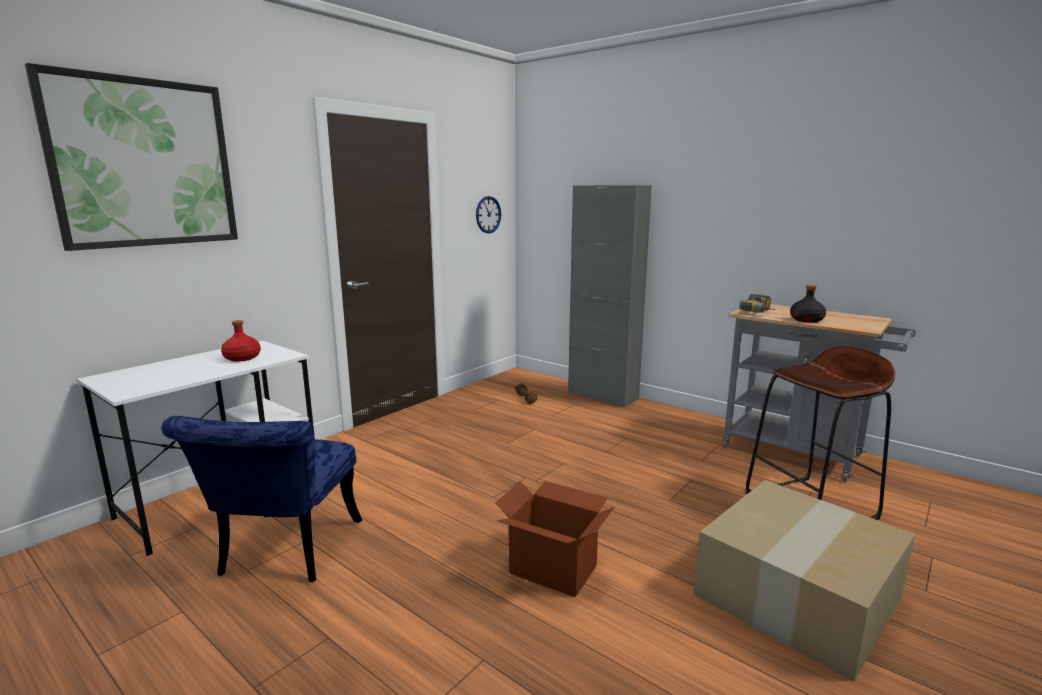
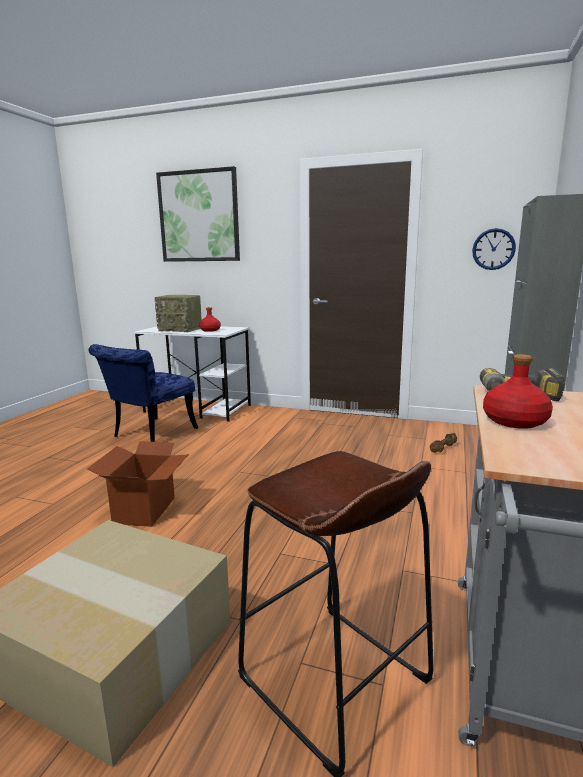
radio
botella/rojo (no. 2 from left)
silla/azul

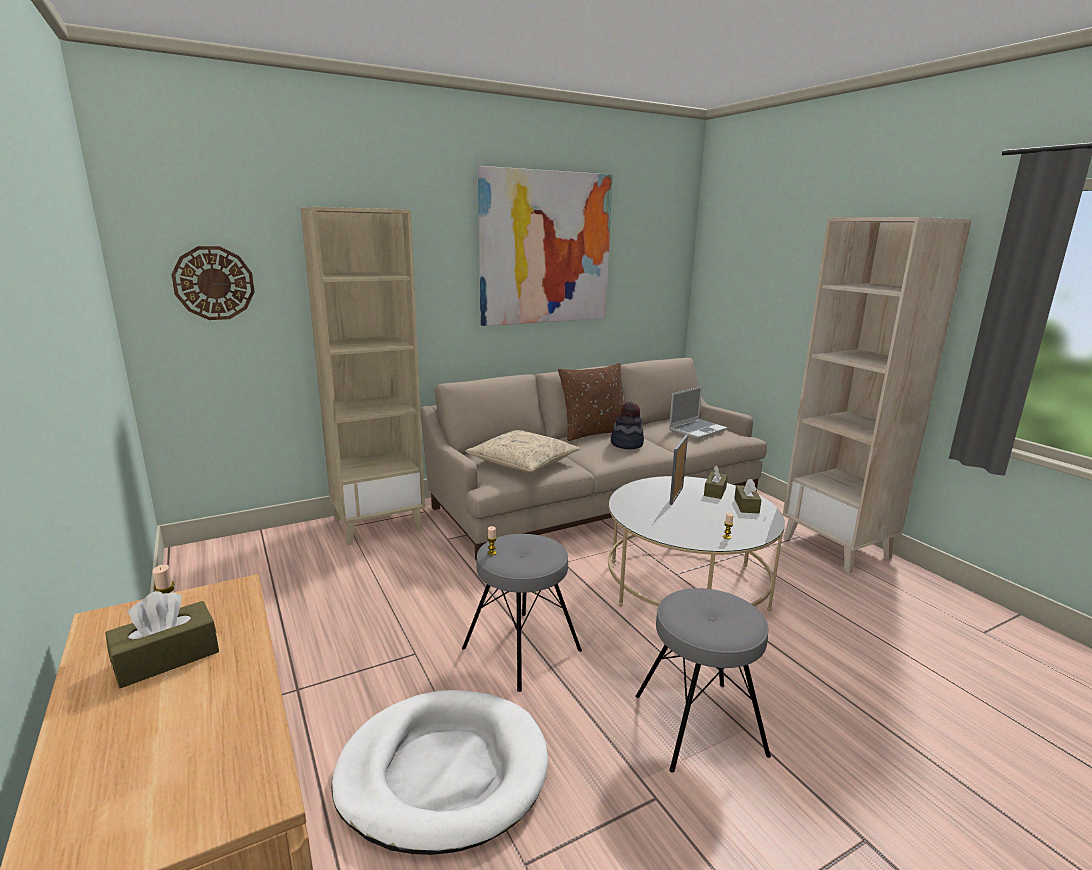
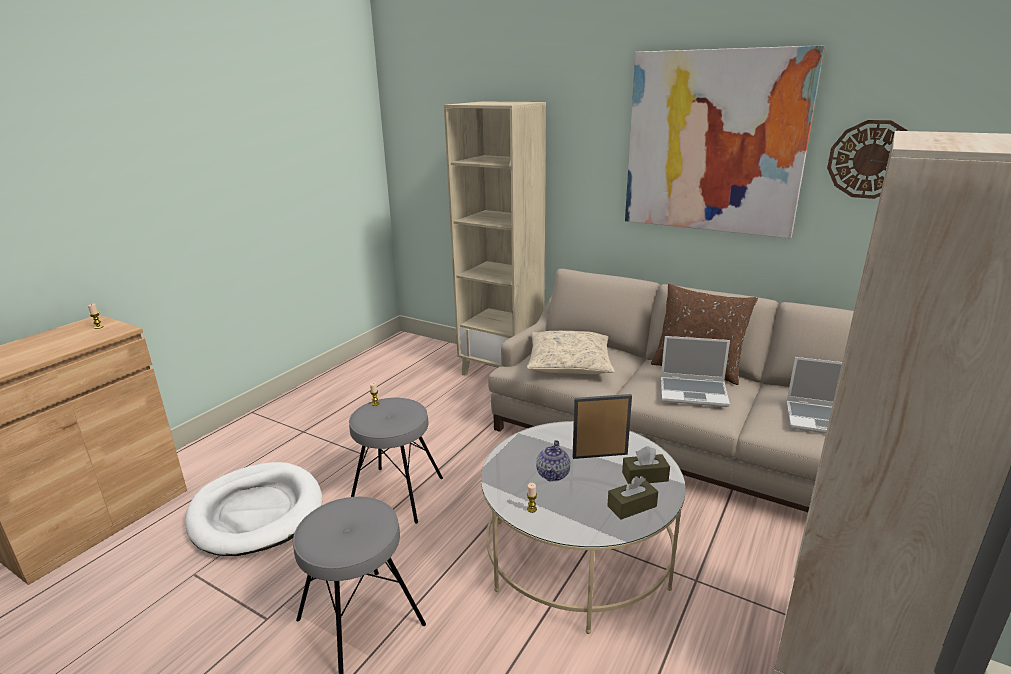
caja de pañuelos/marrón (no. 1 from left in the first image)
tetera
reloj de pared
portátil (no. 1 from left)

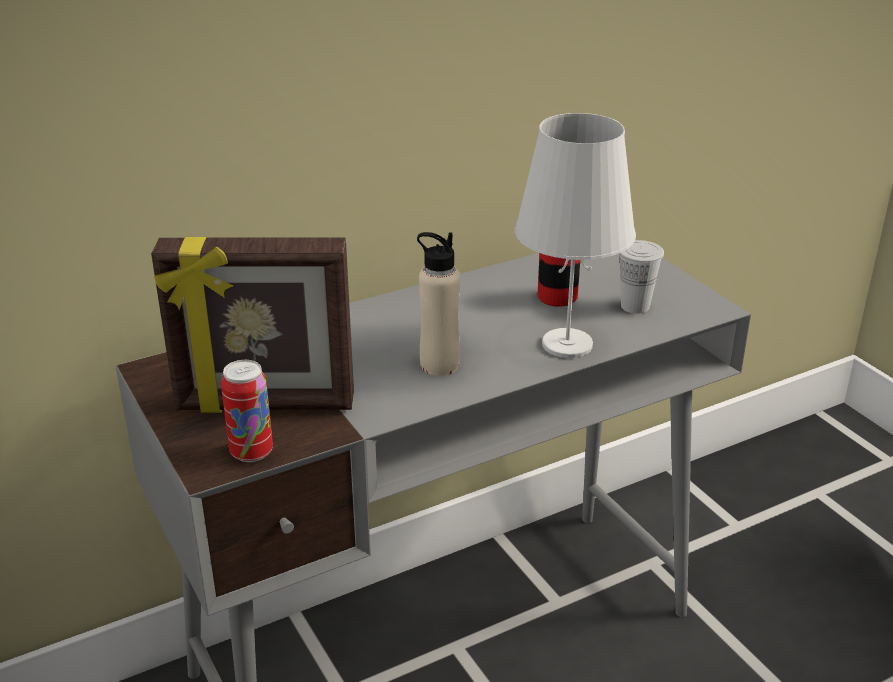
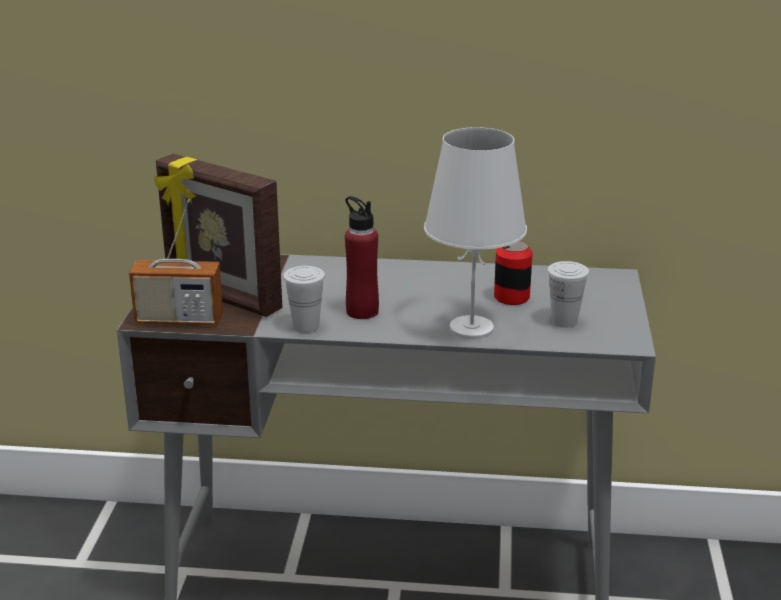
taza/blanco (no. 1 from left)
radio
botella/rojo

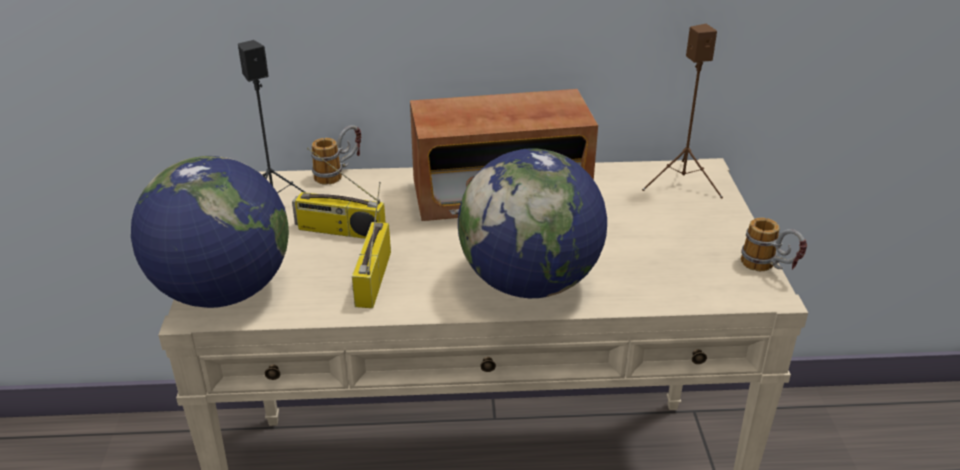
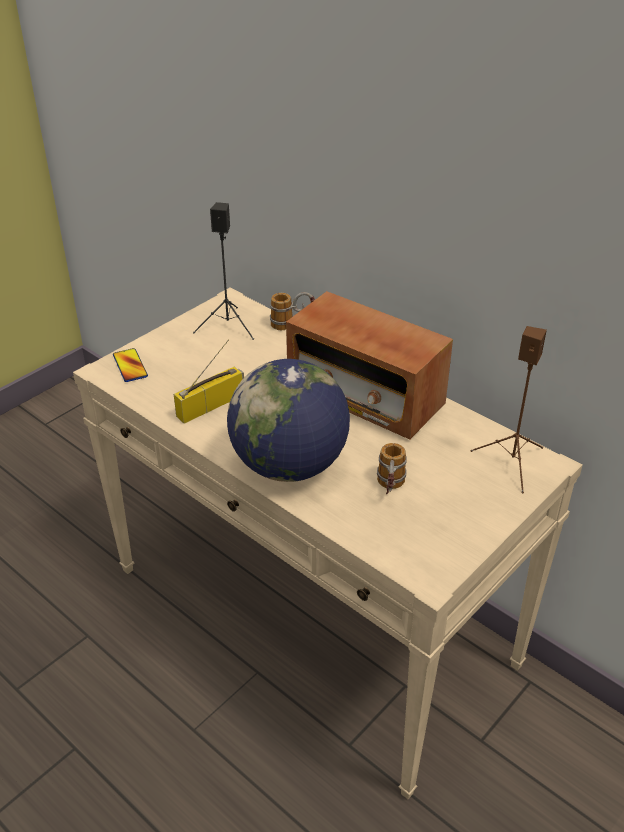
radio (no. 1 from left in the first image)
taza grande (no. 2 from left)
móvil

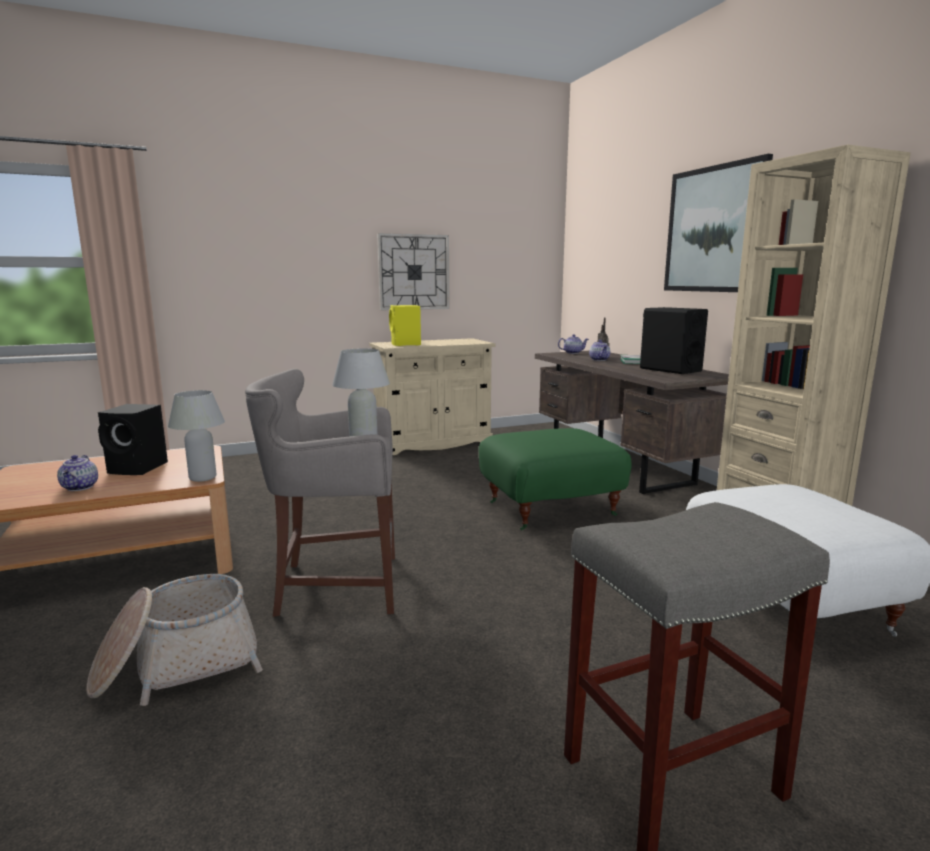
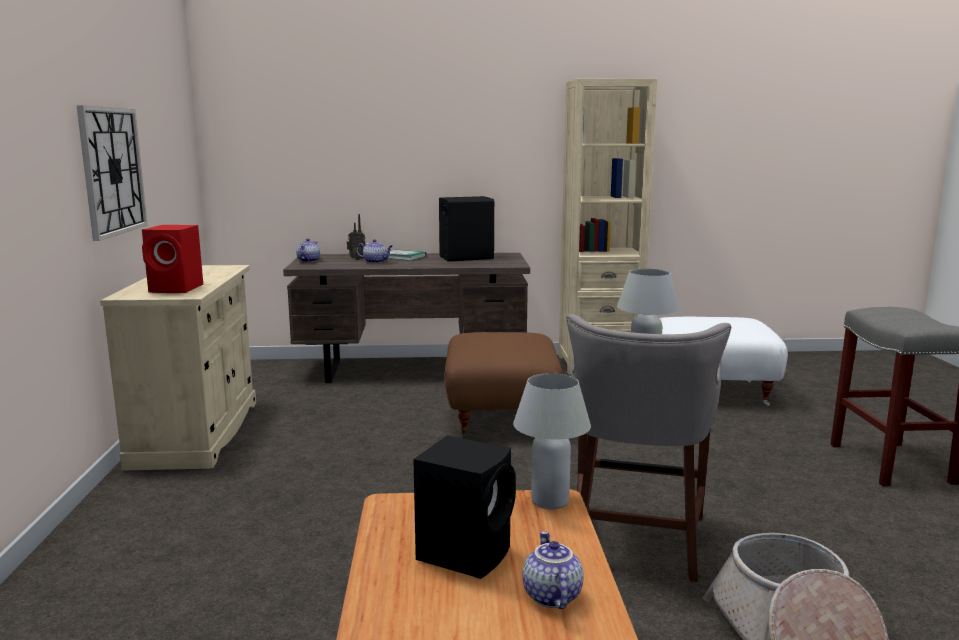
cuadro
altavoz/rojo
puf/marrón
tetera (no. 3 from left)

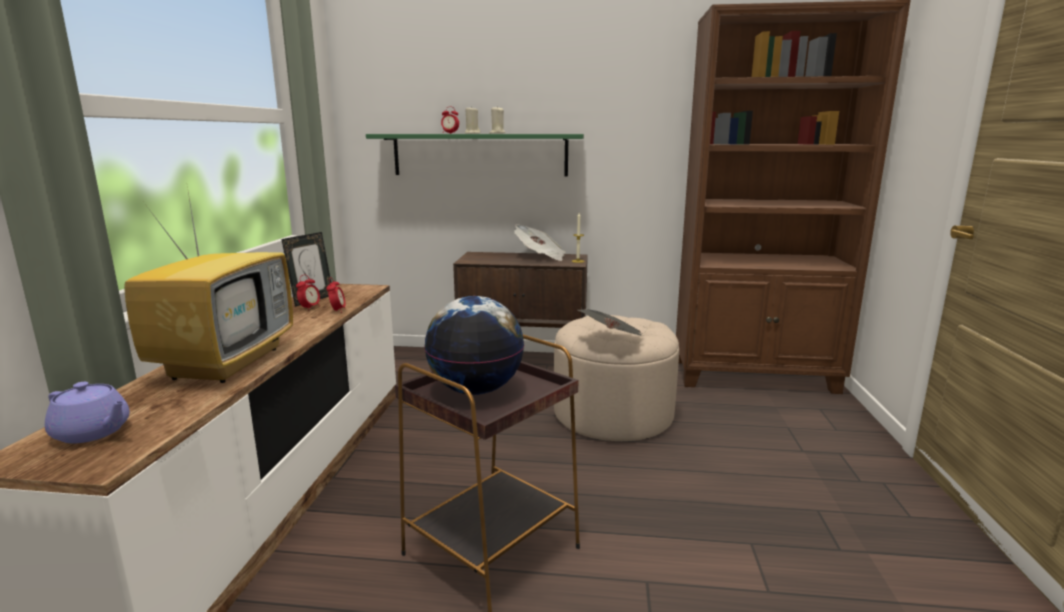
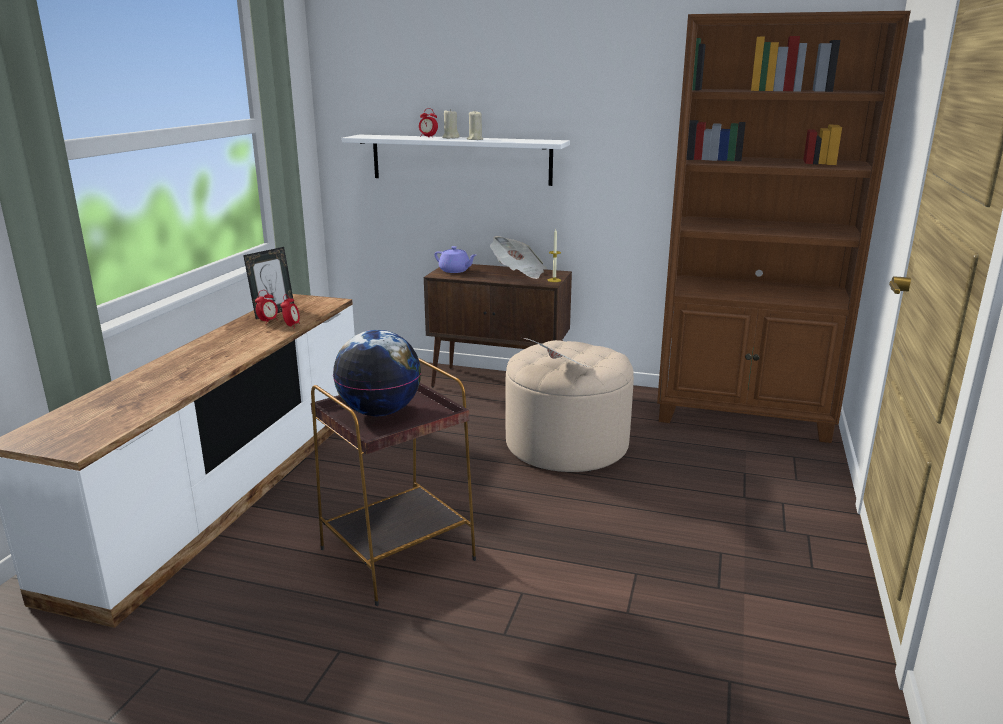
televisor
tetera/morado
estante/blanco

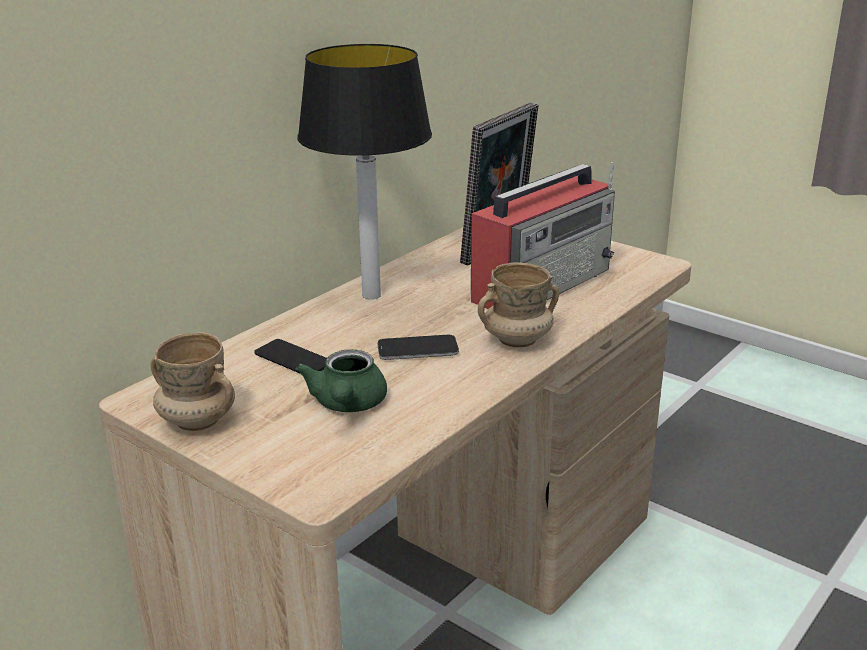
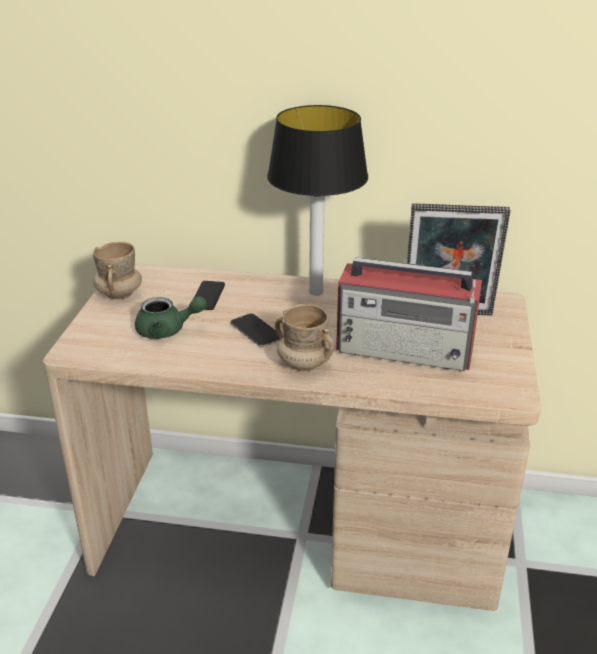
tetera/verde

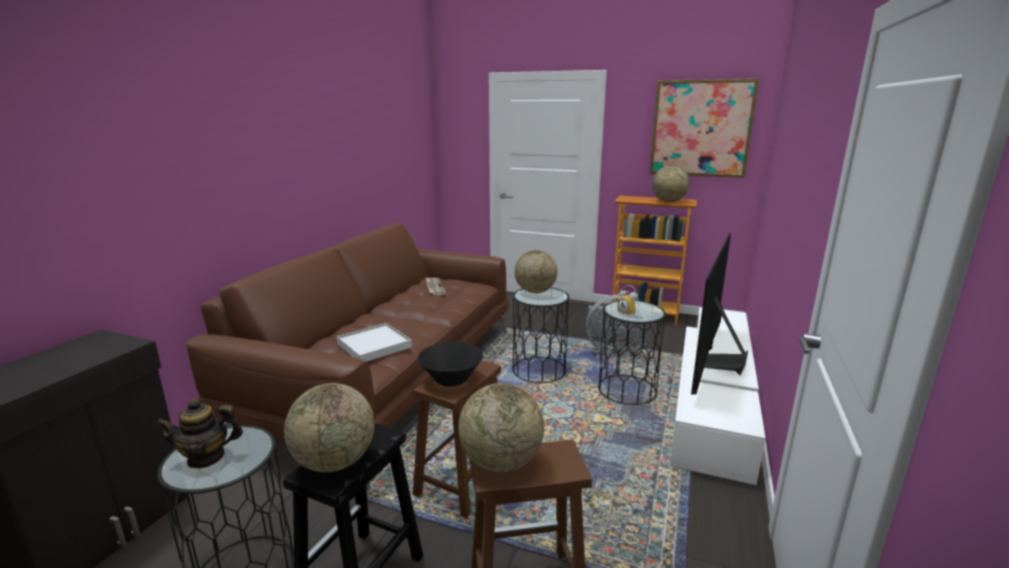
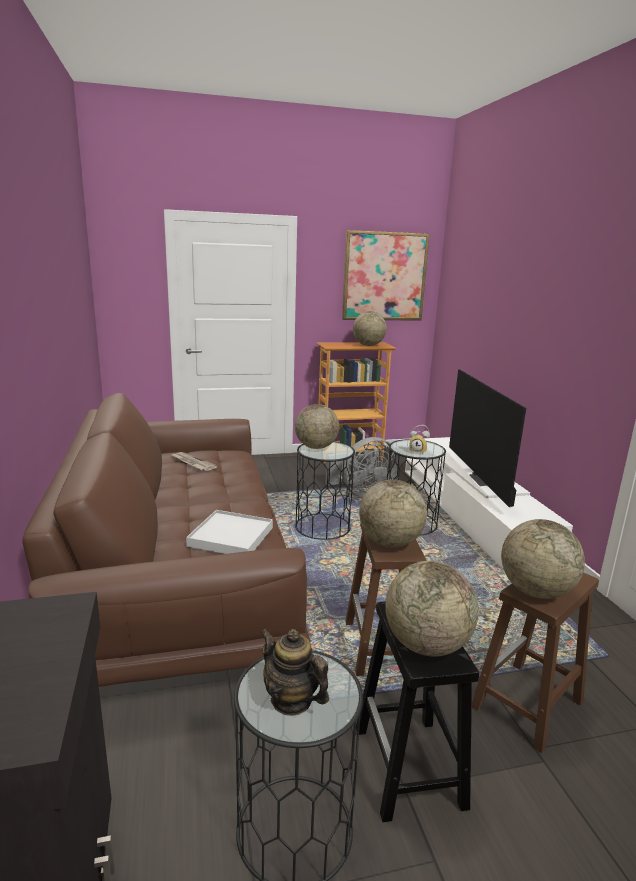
globo terráqueo (no. 3 from left)
tetera

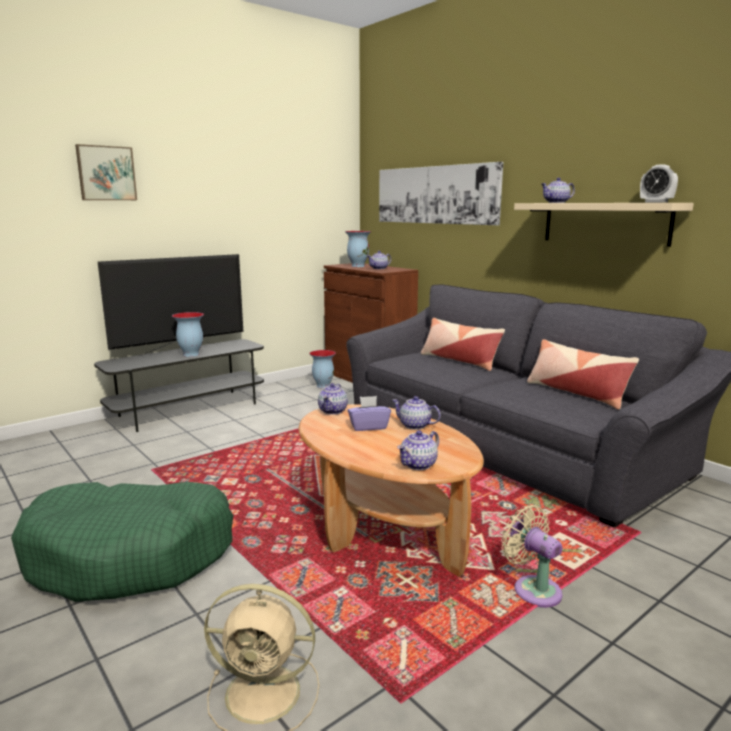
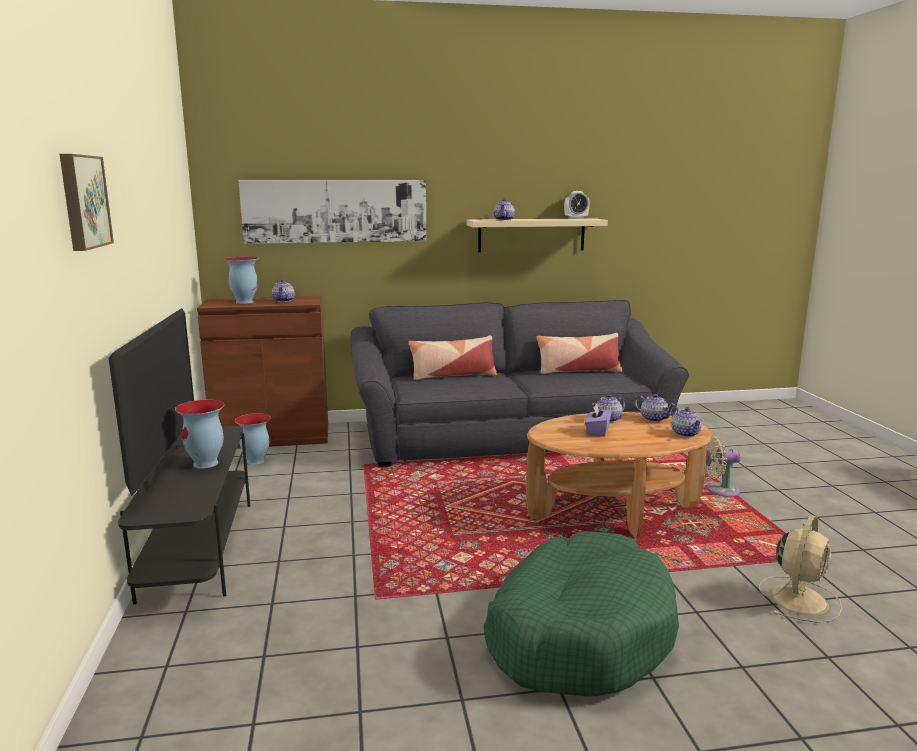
tetera (no. 4 from left)

